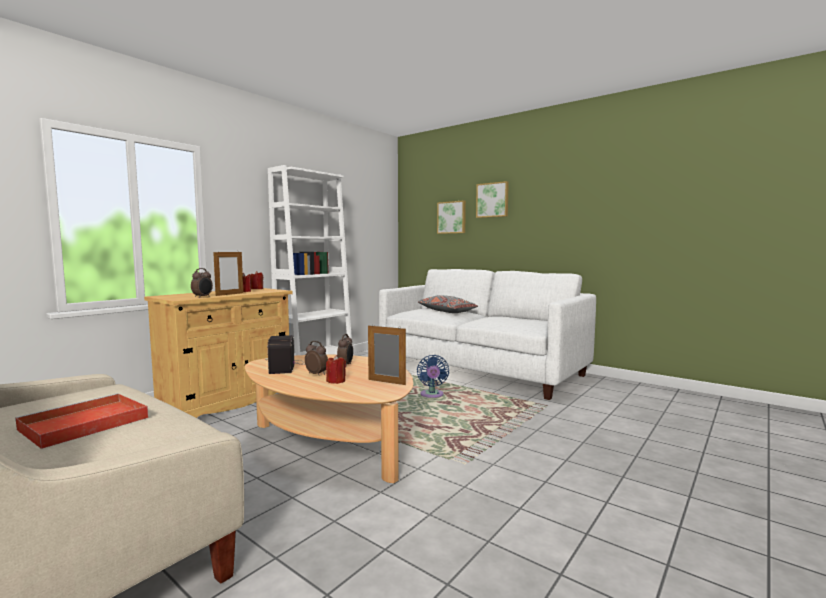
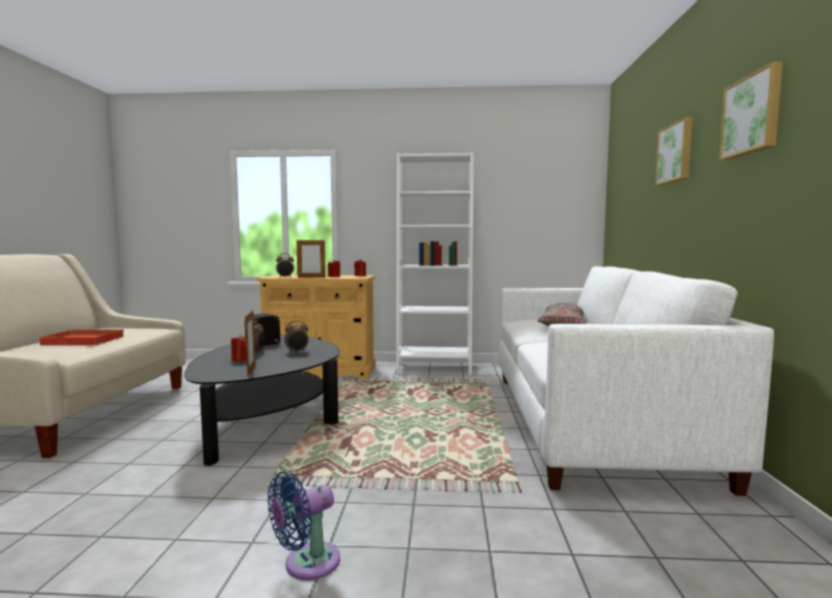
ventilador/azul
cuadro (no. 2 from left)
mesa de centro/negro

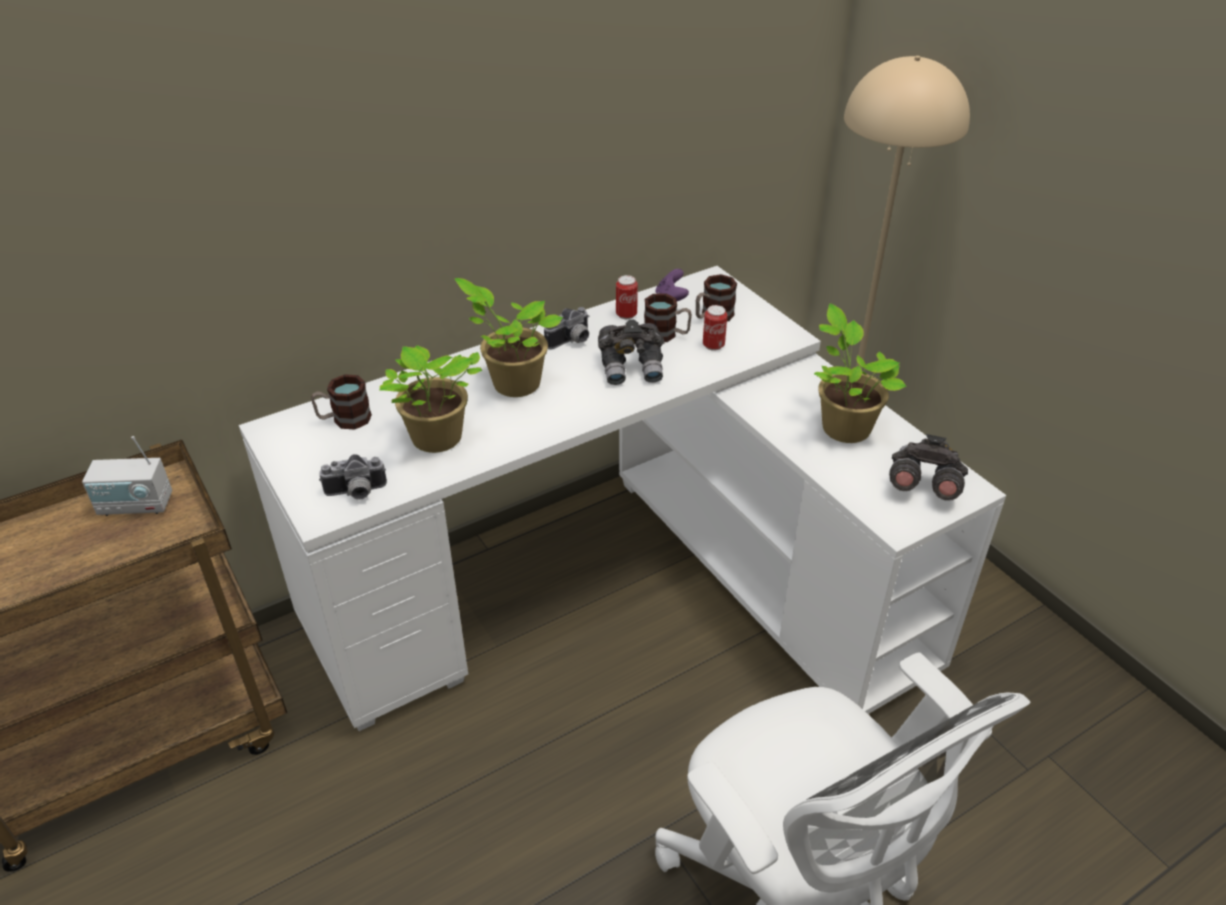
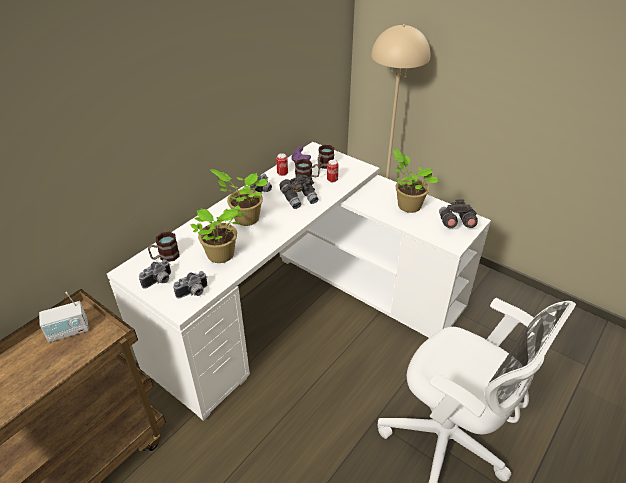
cámara (no. 1 from left)

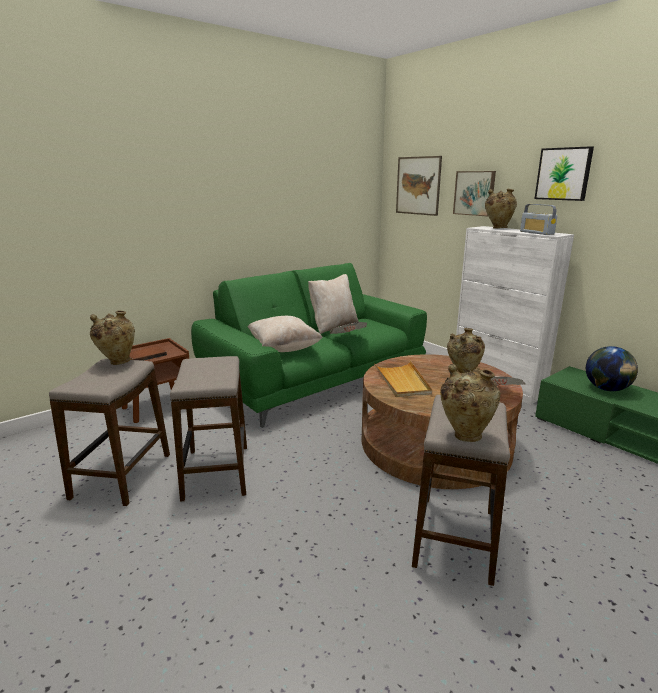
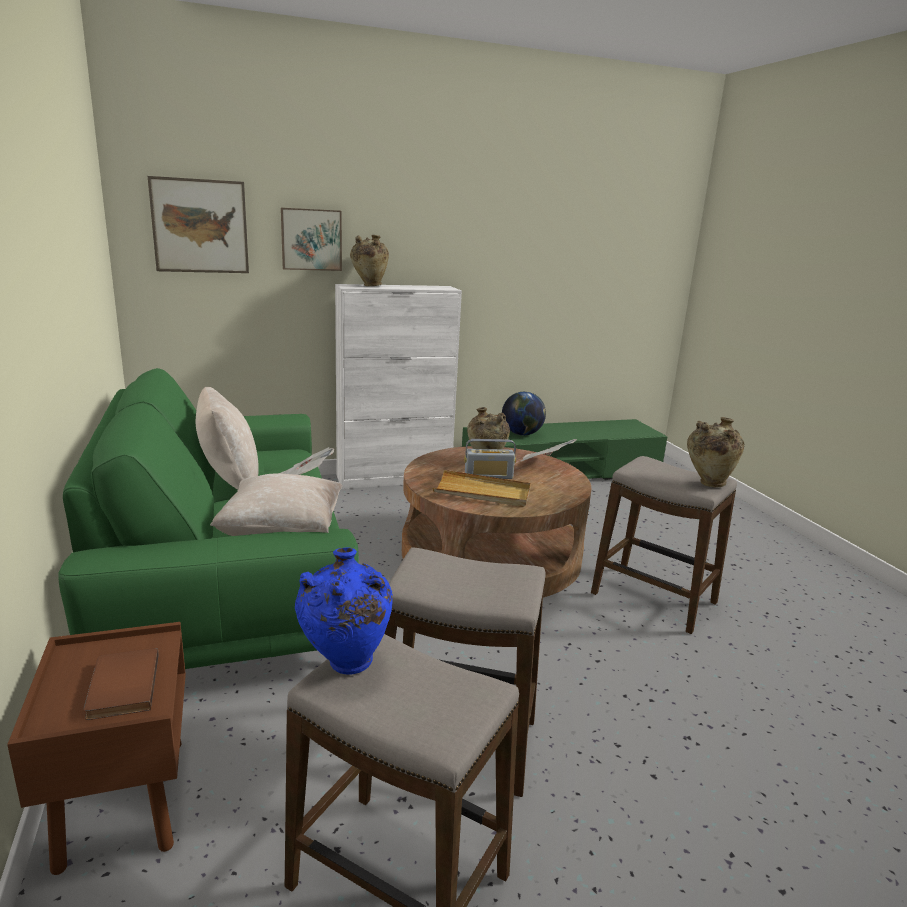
cuadro (no. 3 from left in the first image)
radio
florero/azul

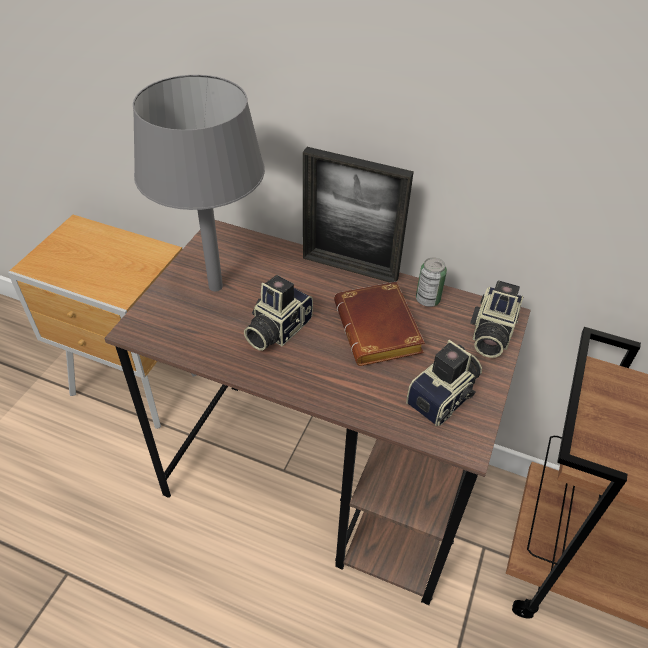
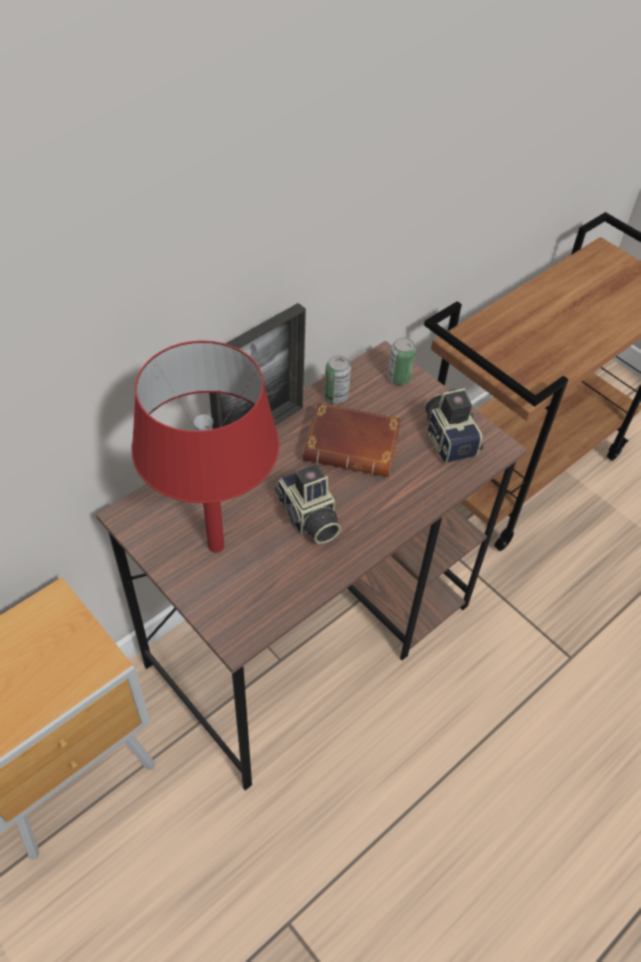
lata (no. 2 from left)
lámpara de mesa/rojo

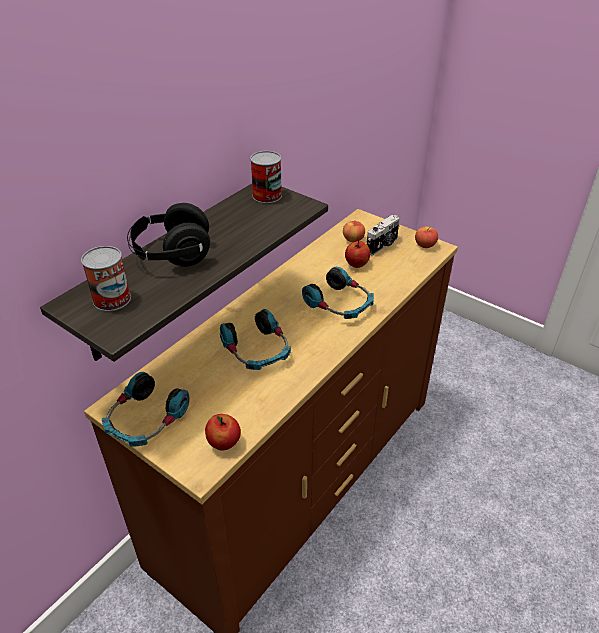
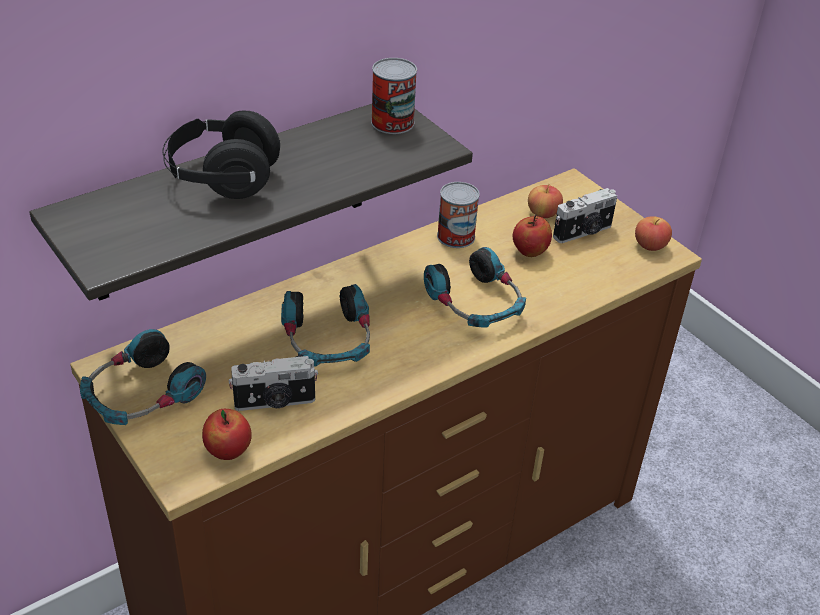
cámara (no. 1 from left)
lata (no. 2 from left)

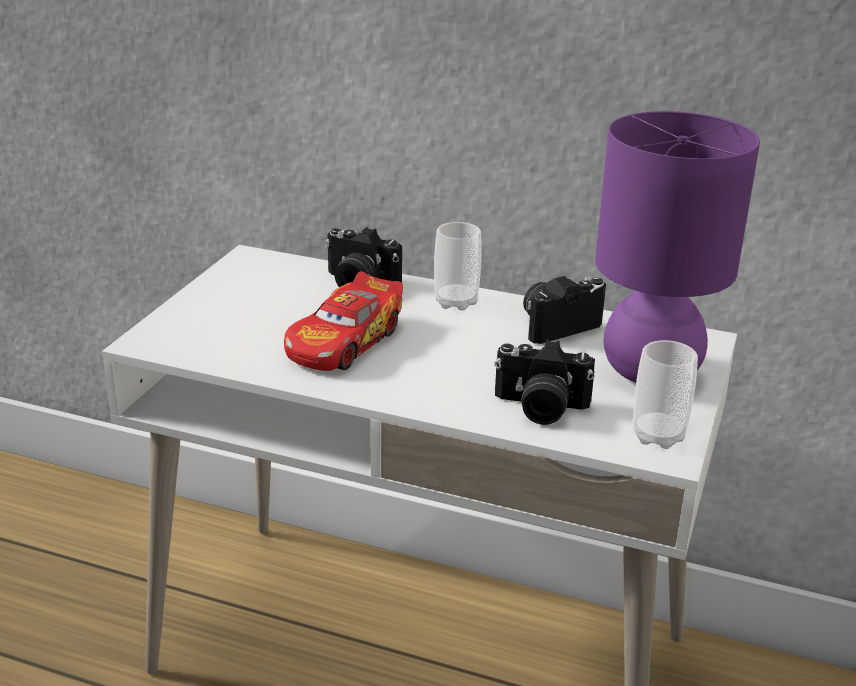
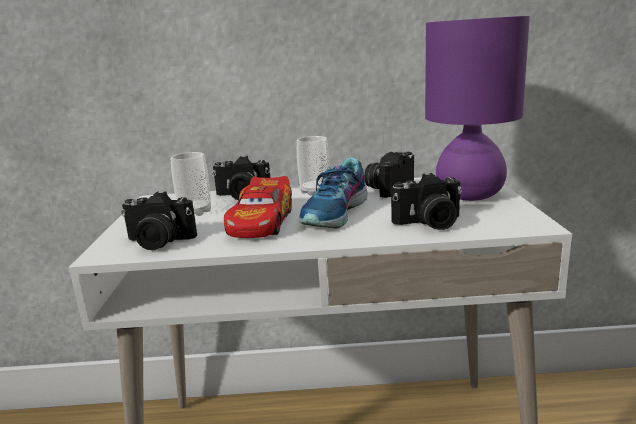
cámara (no. 1 from left)
zapato
taza (no. 1 from left)

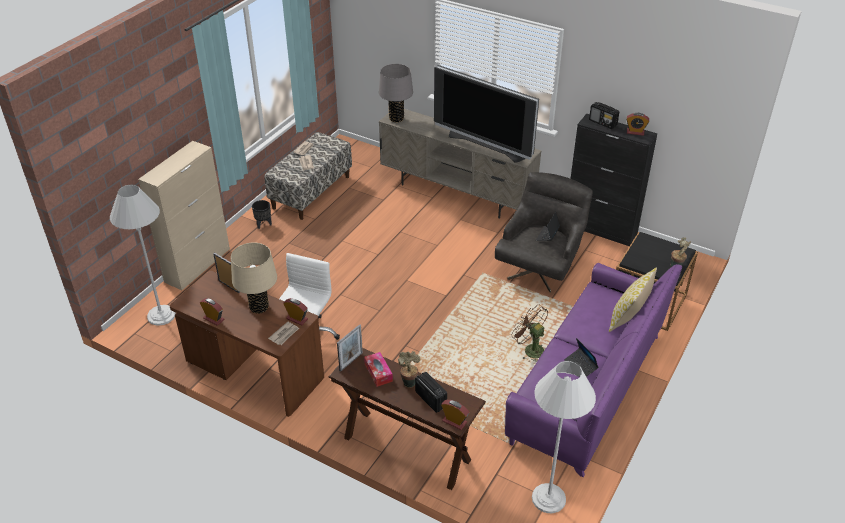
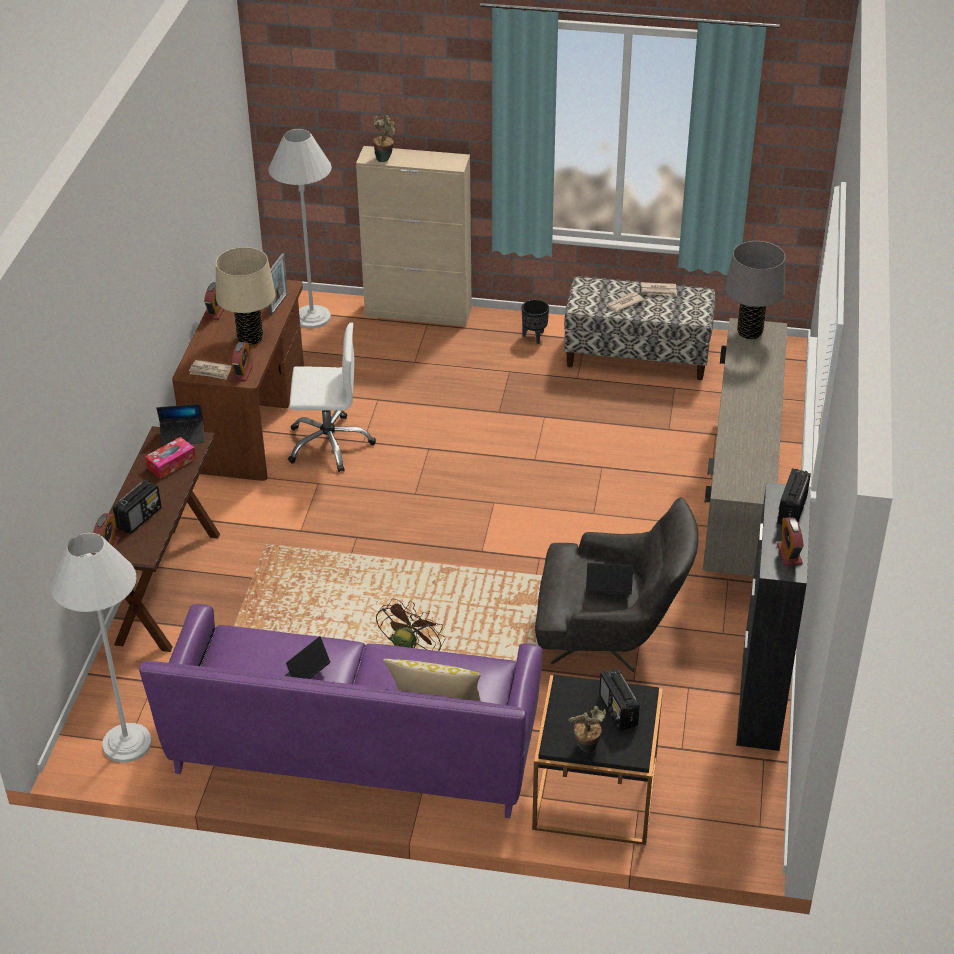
televisor
radio (no. 2 from left)
planta en maceta (no. 1 from left)
portátil (no. 1 from left)

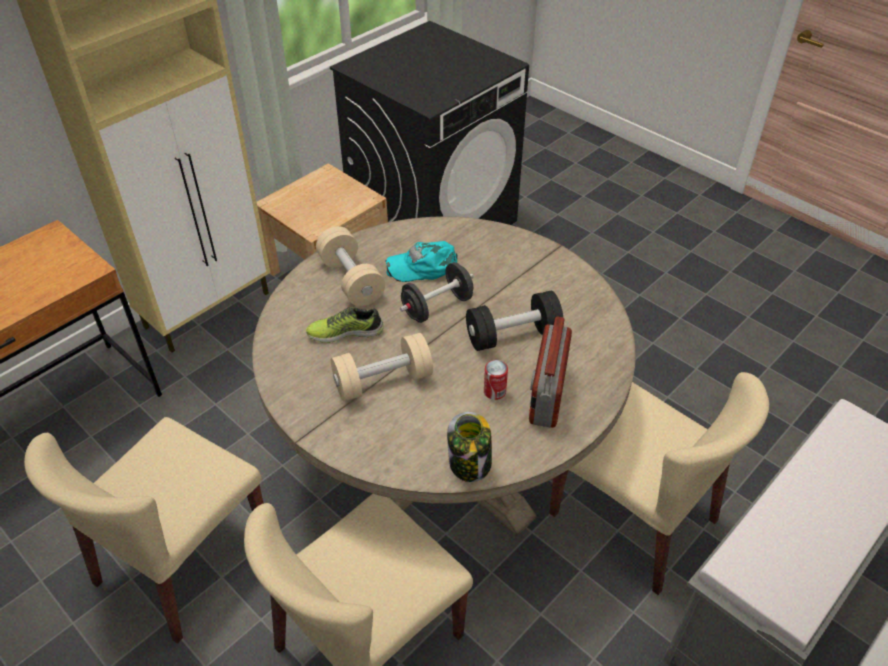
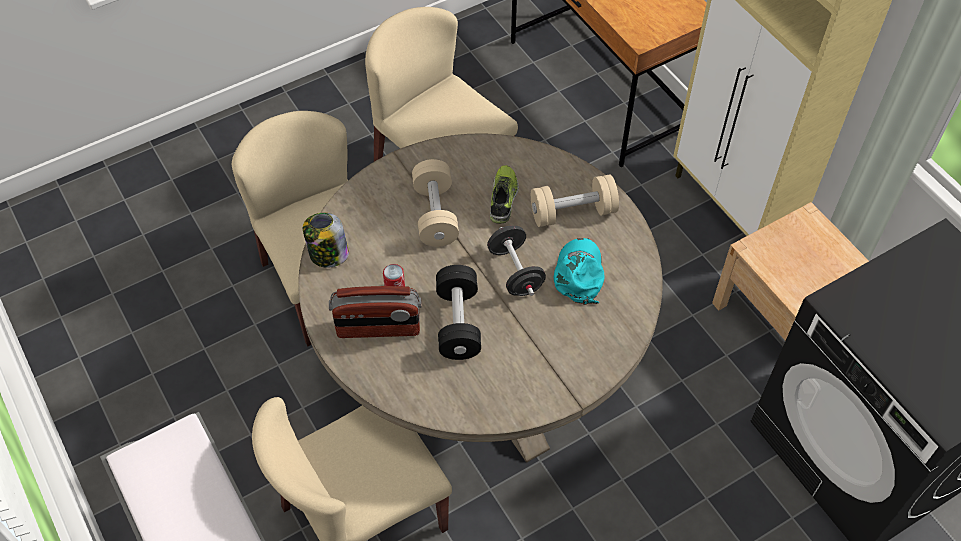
radio

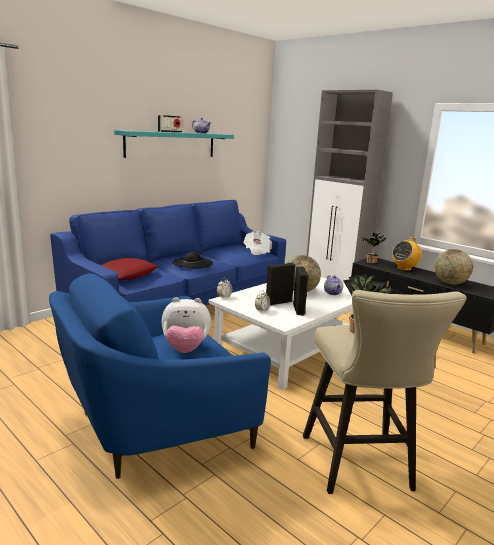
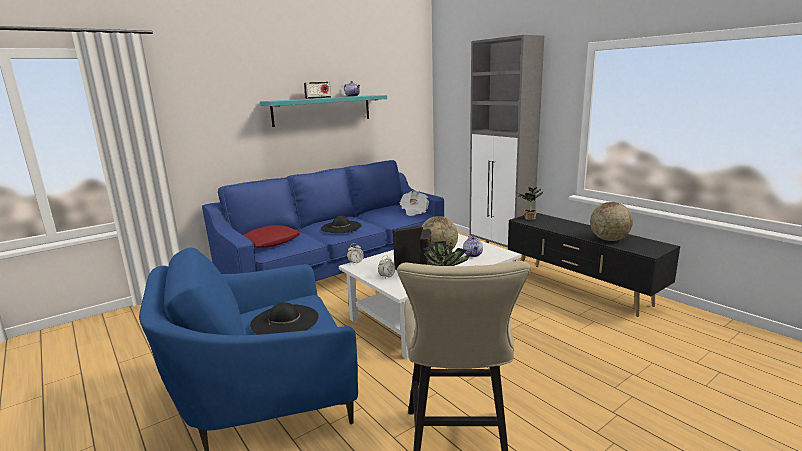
radio (no. 2 from left in the first image)
sombrero/negro (no. 1 from left)

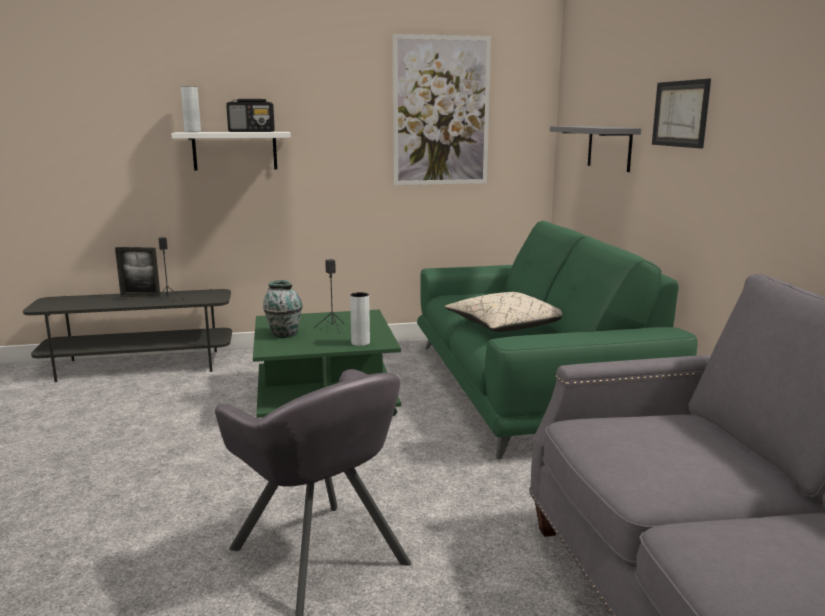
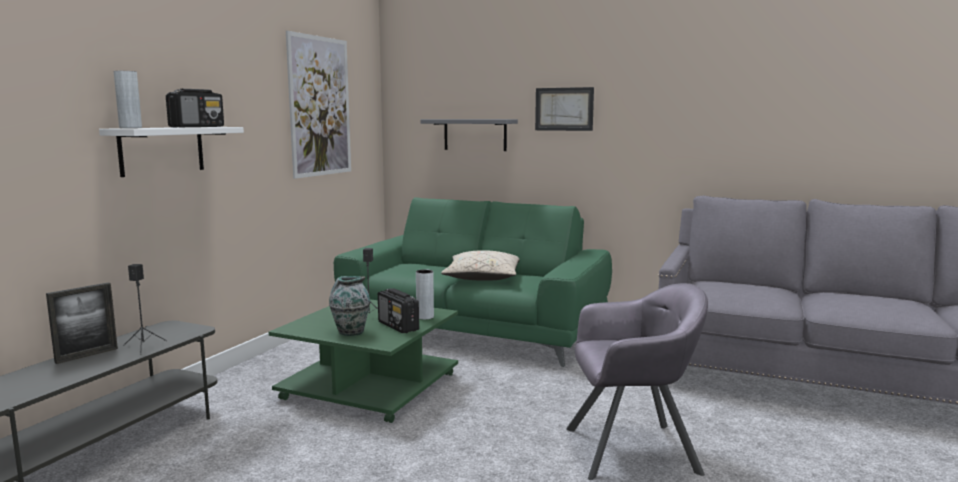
radio (no. 2 from left)

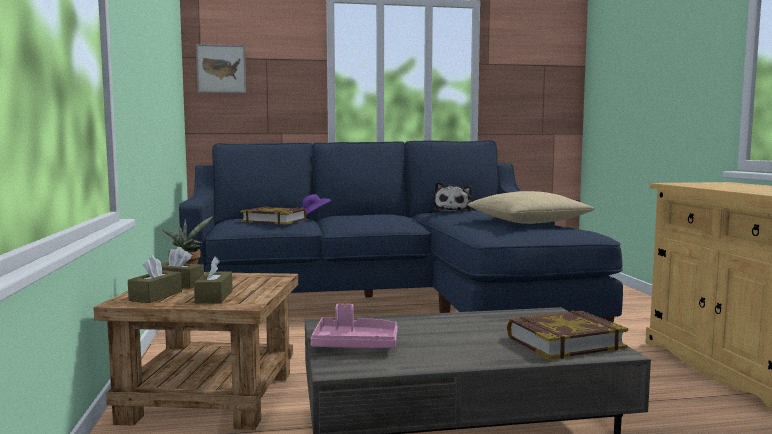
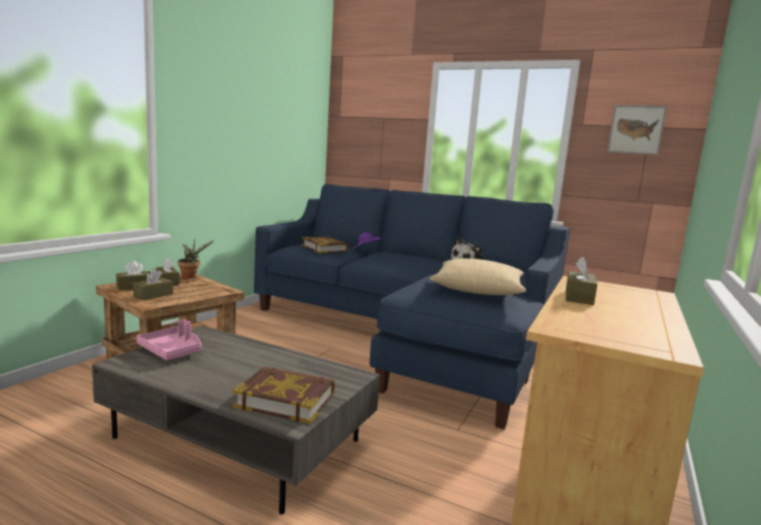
caja de pañuelos/marrón (no. 4 from left)
cuadro

